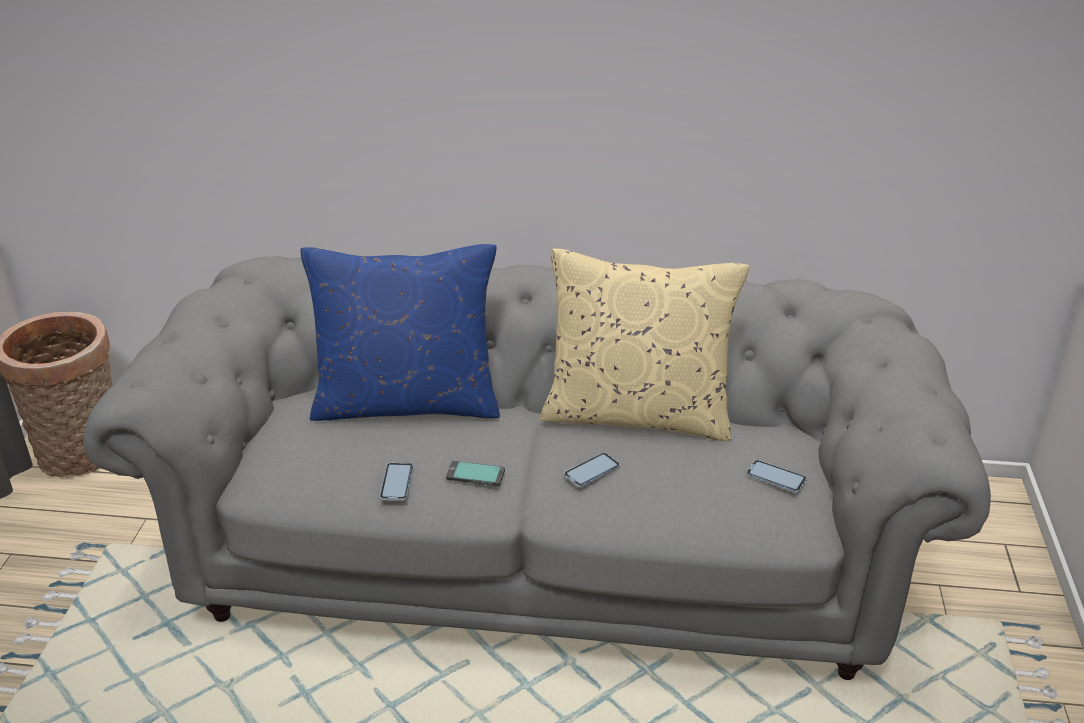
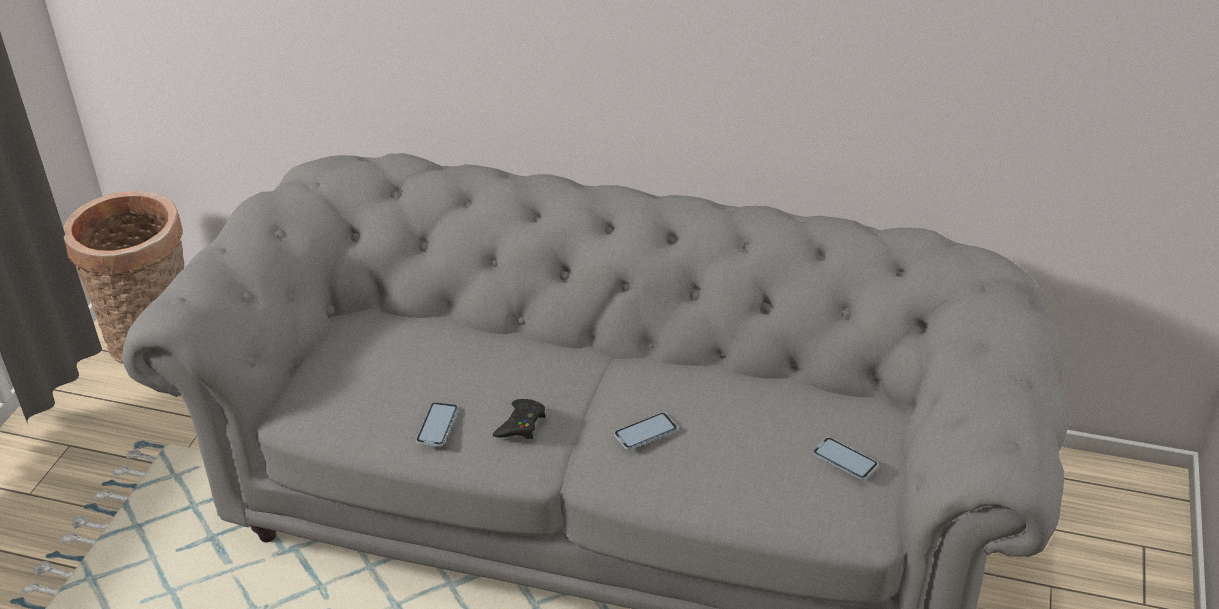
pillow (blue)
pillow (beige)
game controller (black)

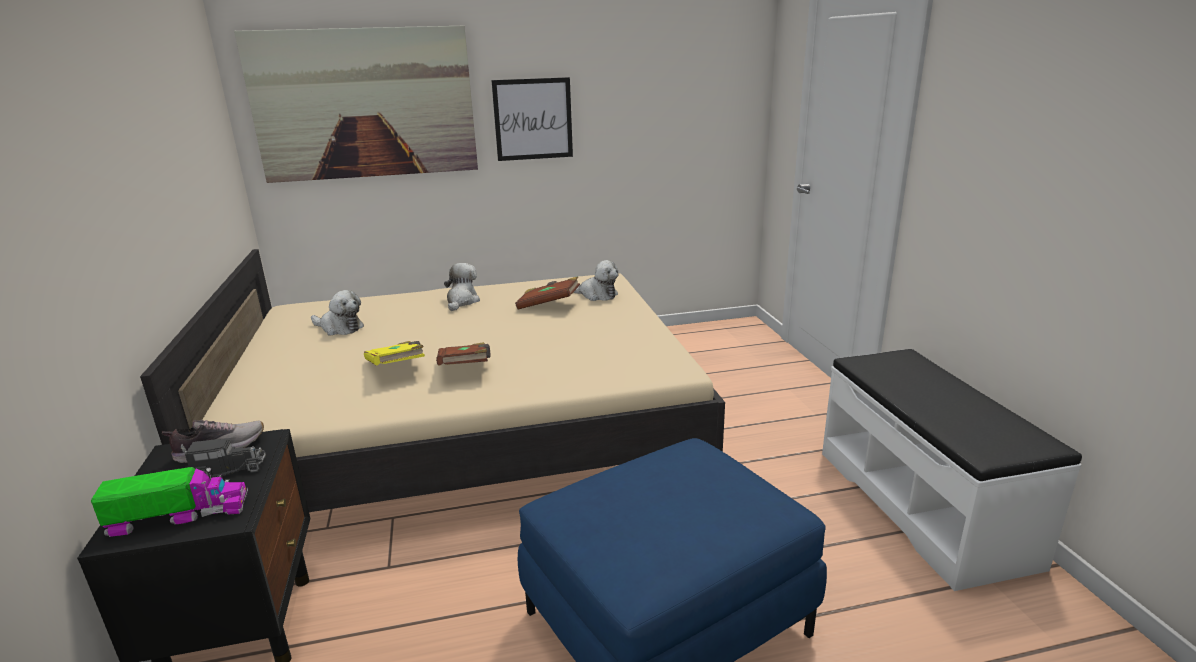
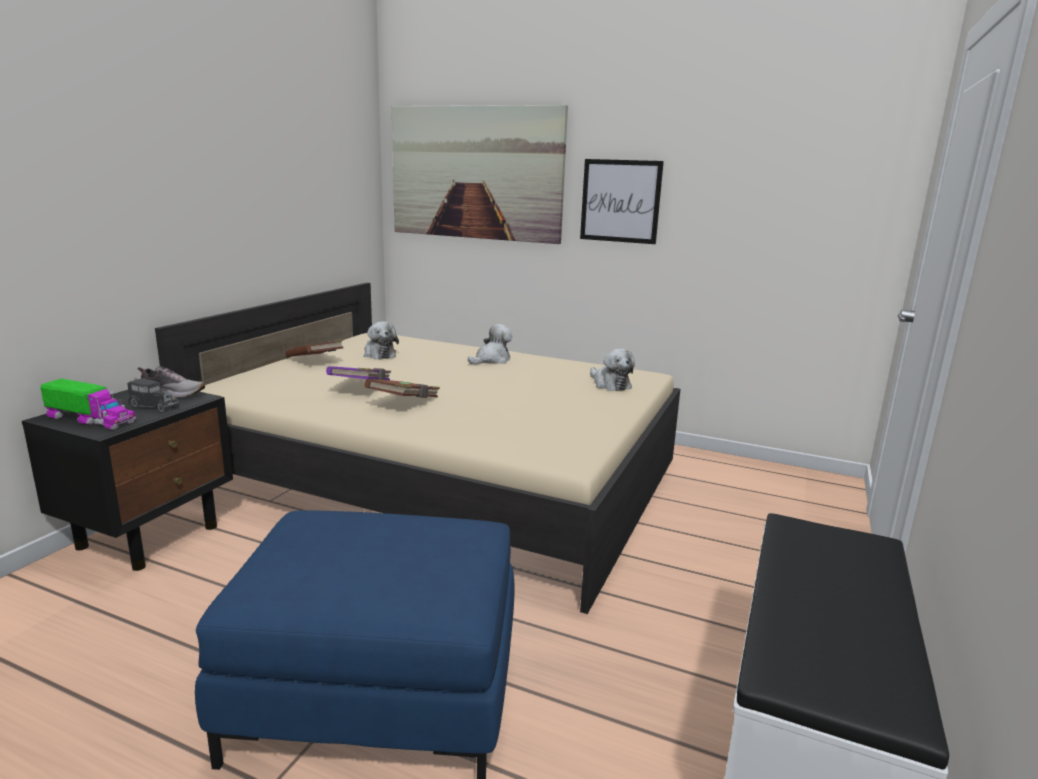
book (brown) (no. 1 from left)
book (purple)

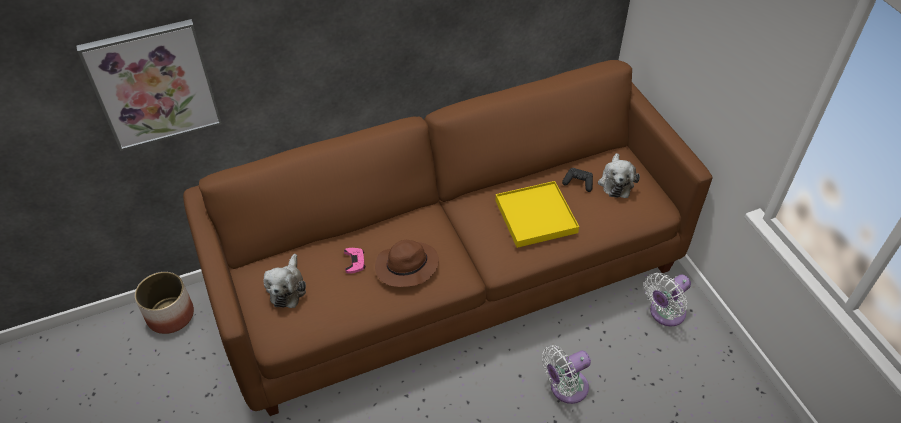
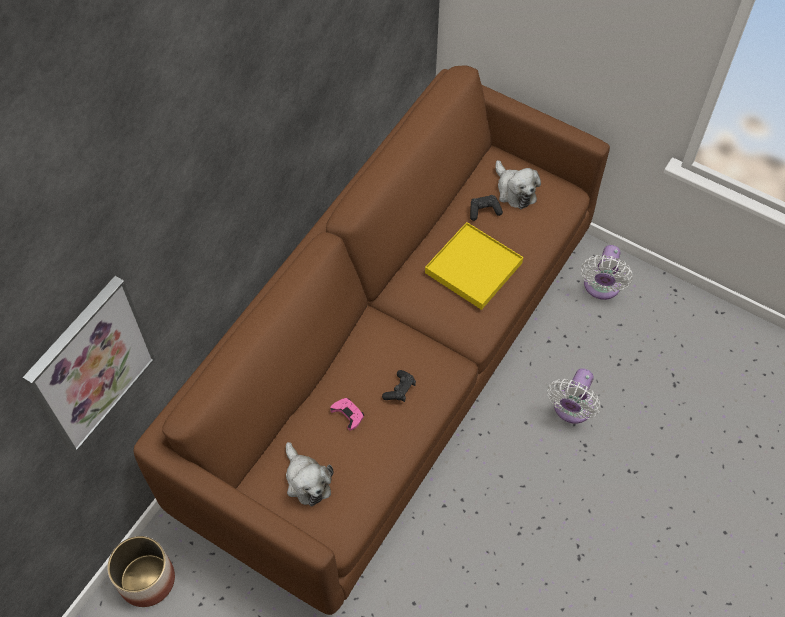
game controller (black) (no. 1 from left)

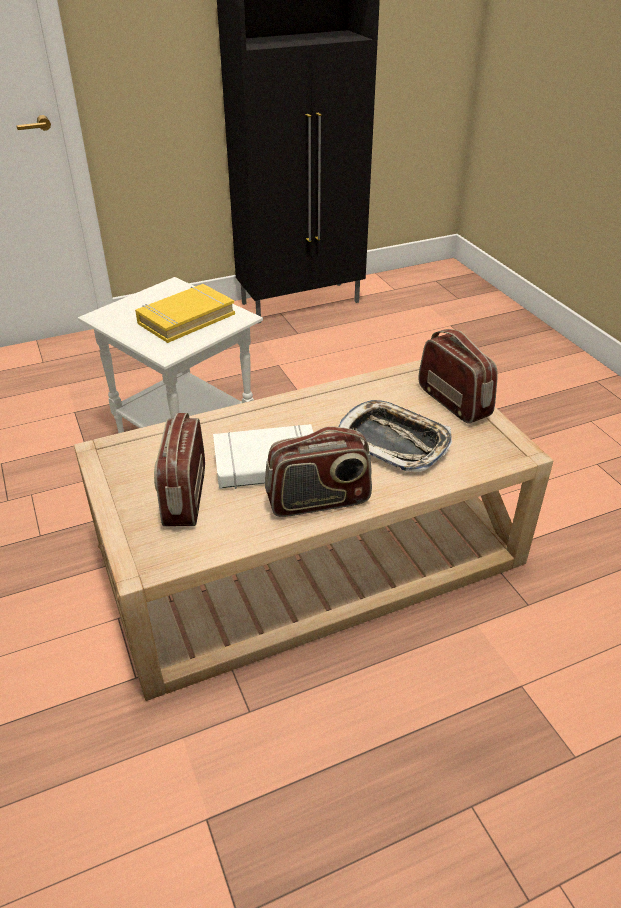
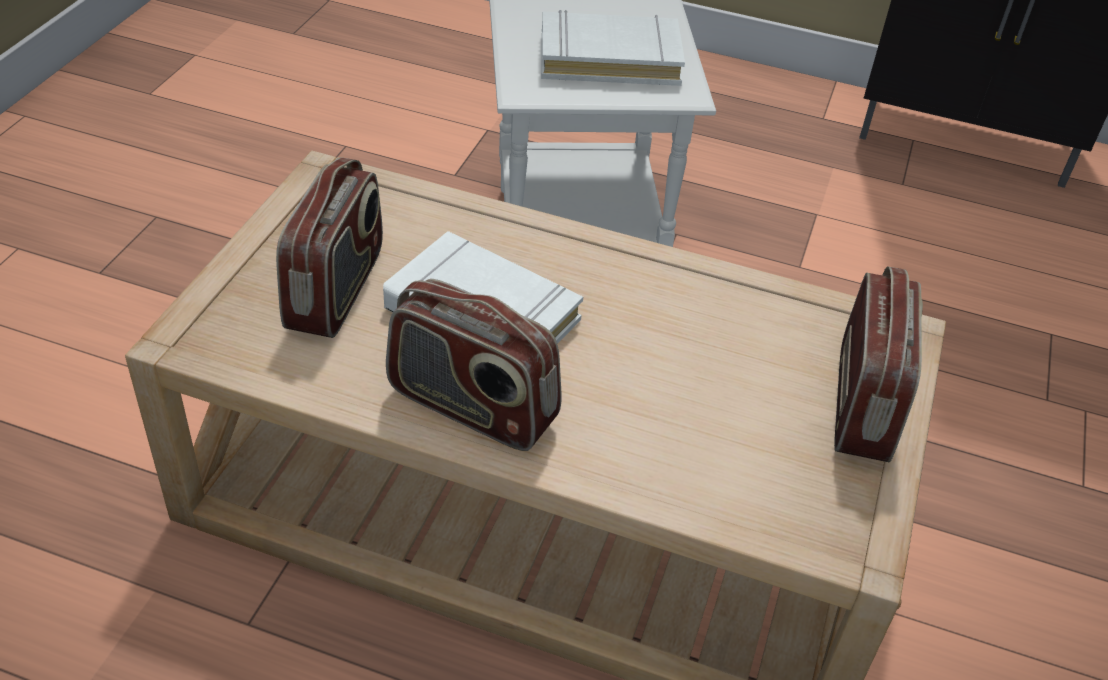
tray
book (white) (no. 2 from left)
radio (no. 1 from left)

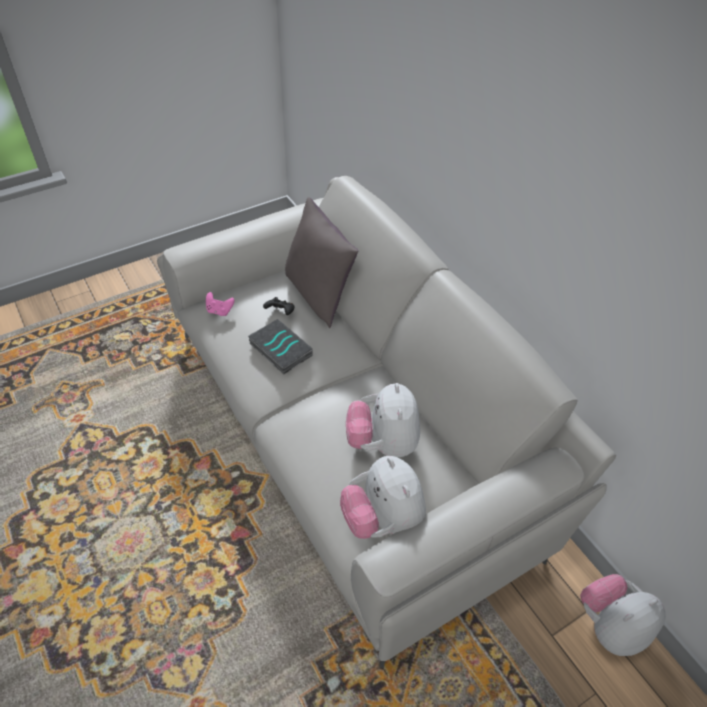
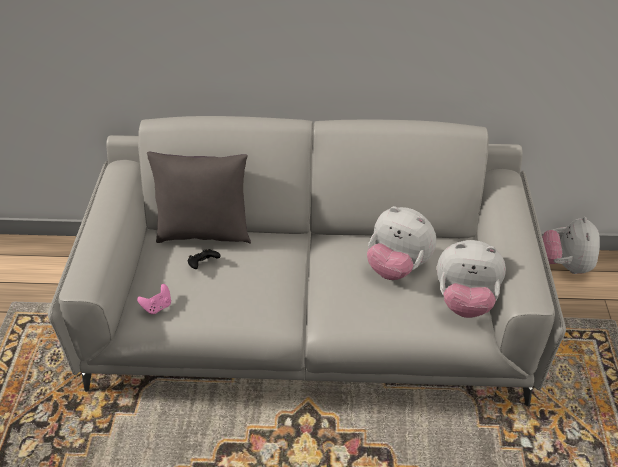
book

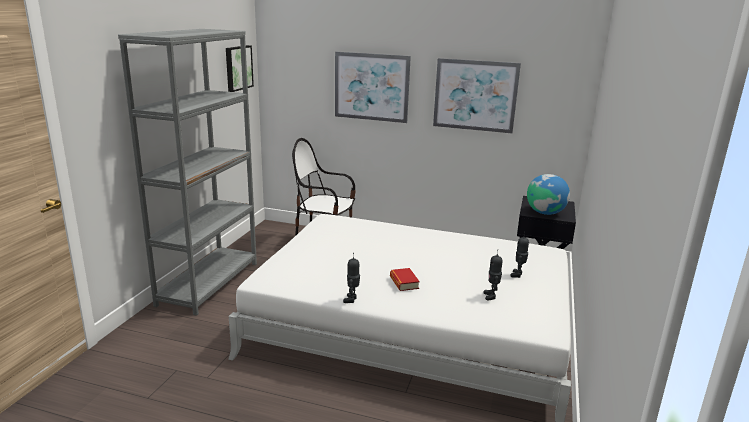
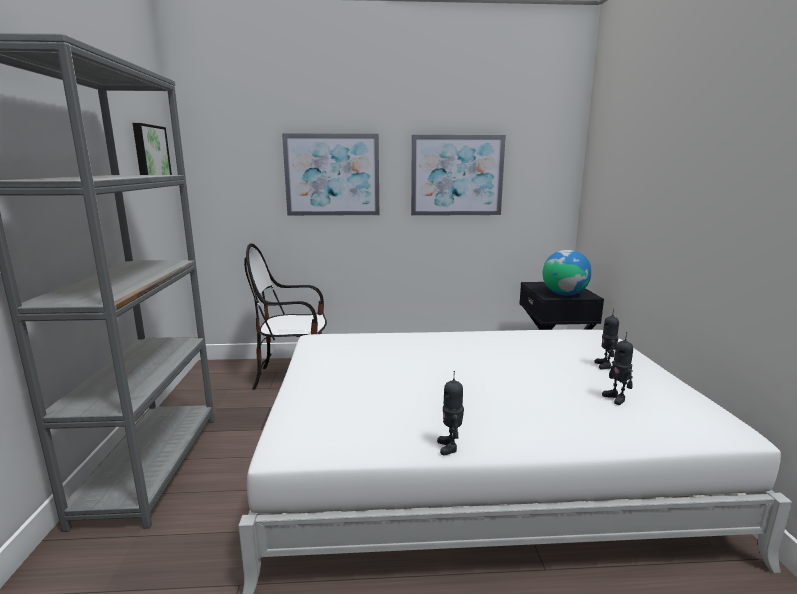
book

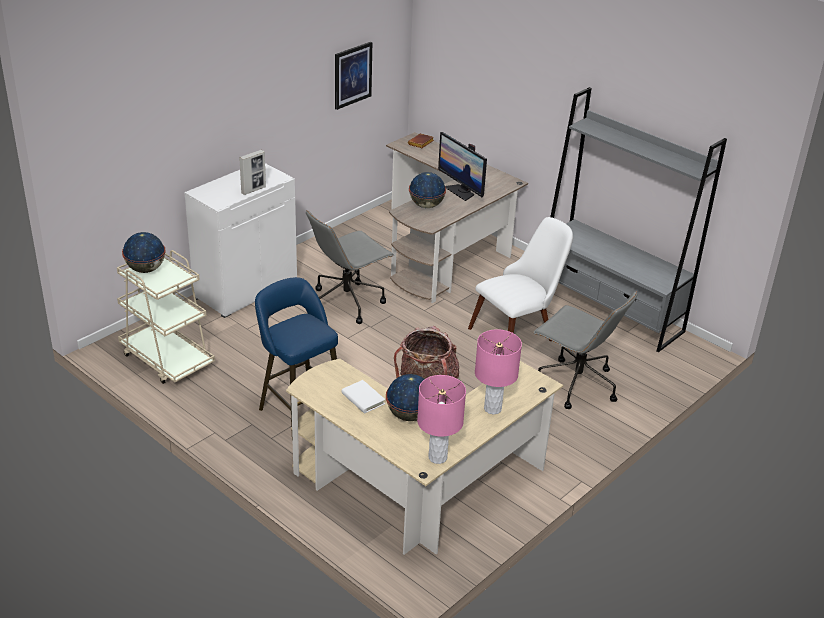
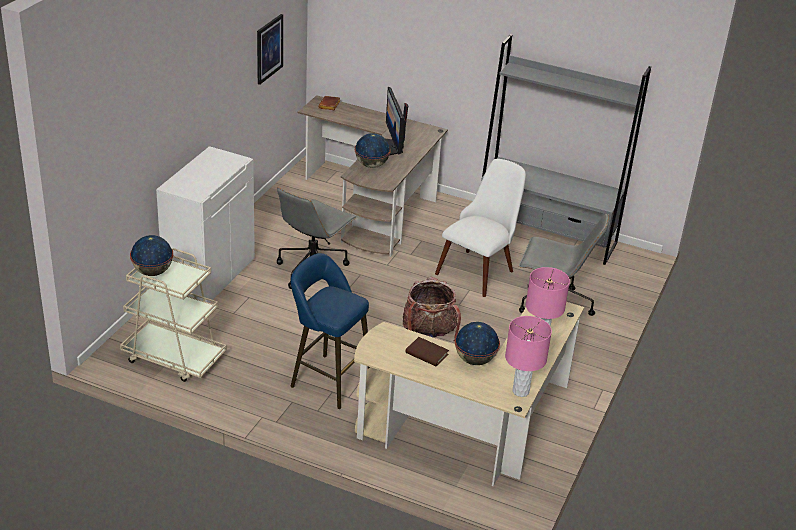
picture frame
book (brown) (no. 2 from left)
monitor

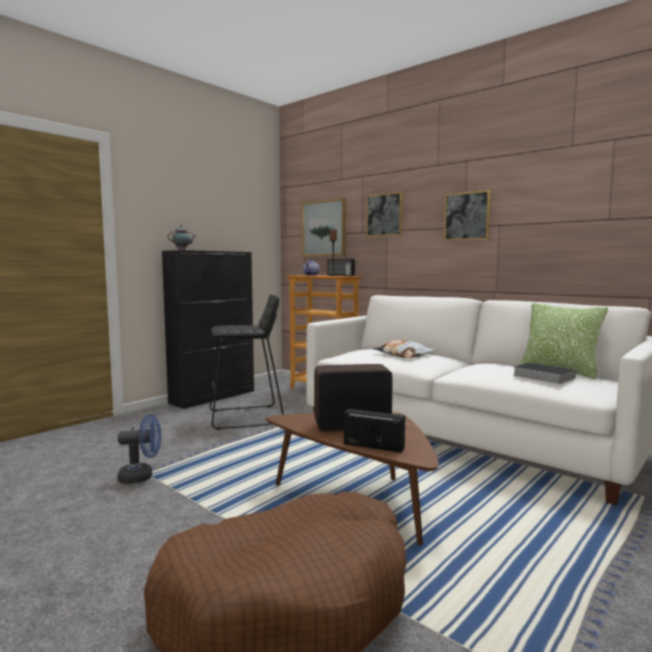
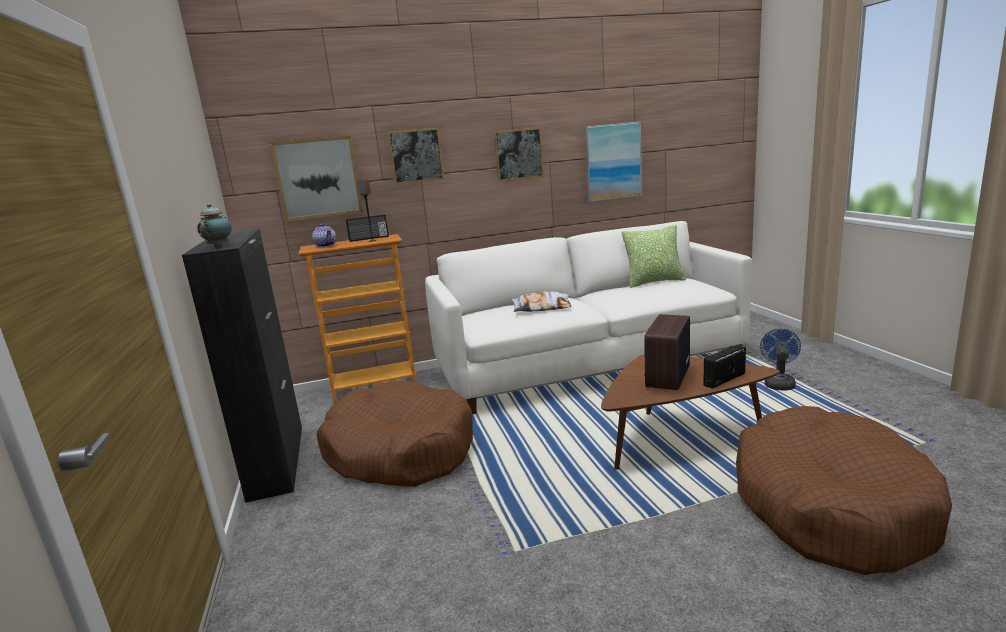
book
picture (no. 4 from left)
fan (blue)
dog bed (brown) (no. 1 from left)

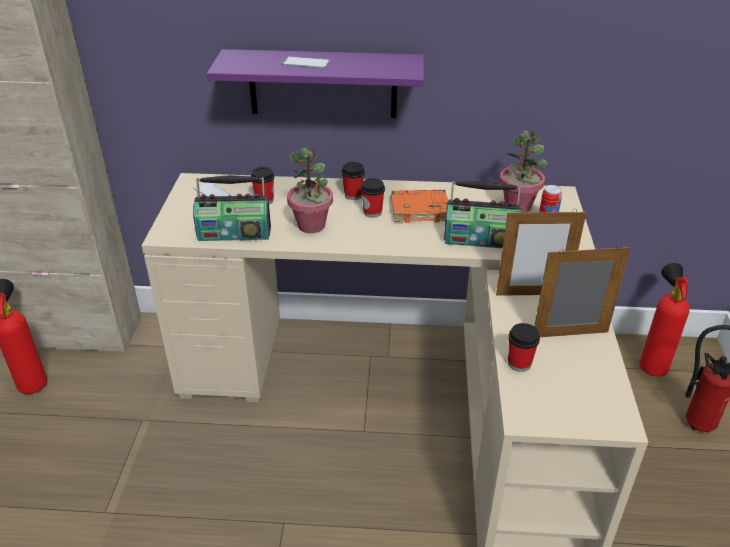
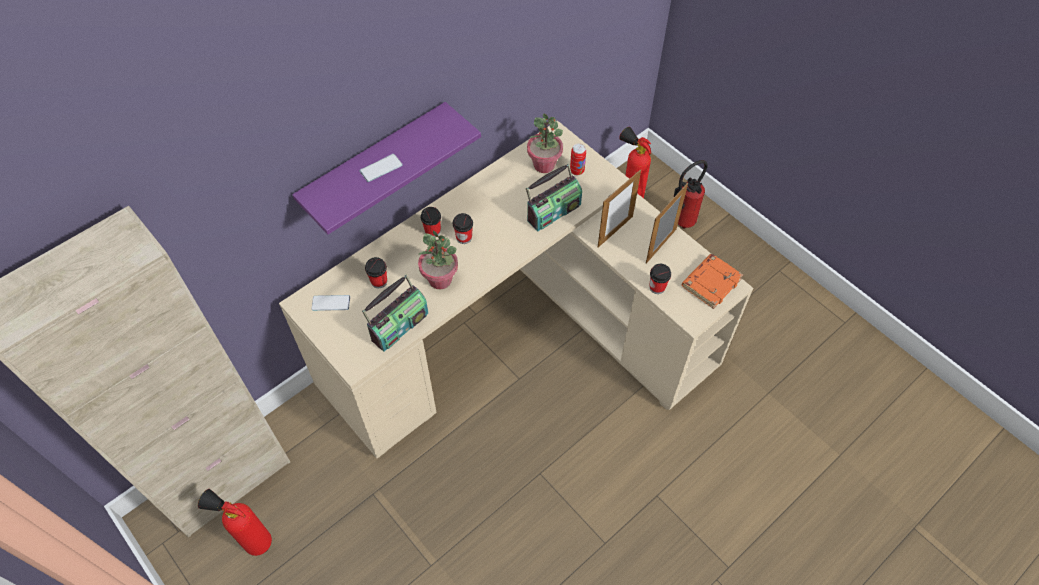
book (orange)

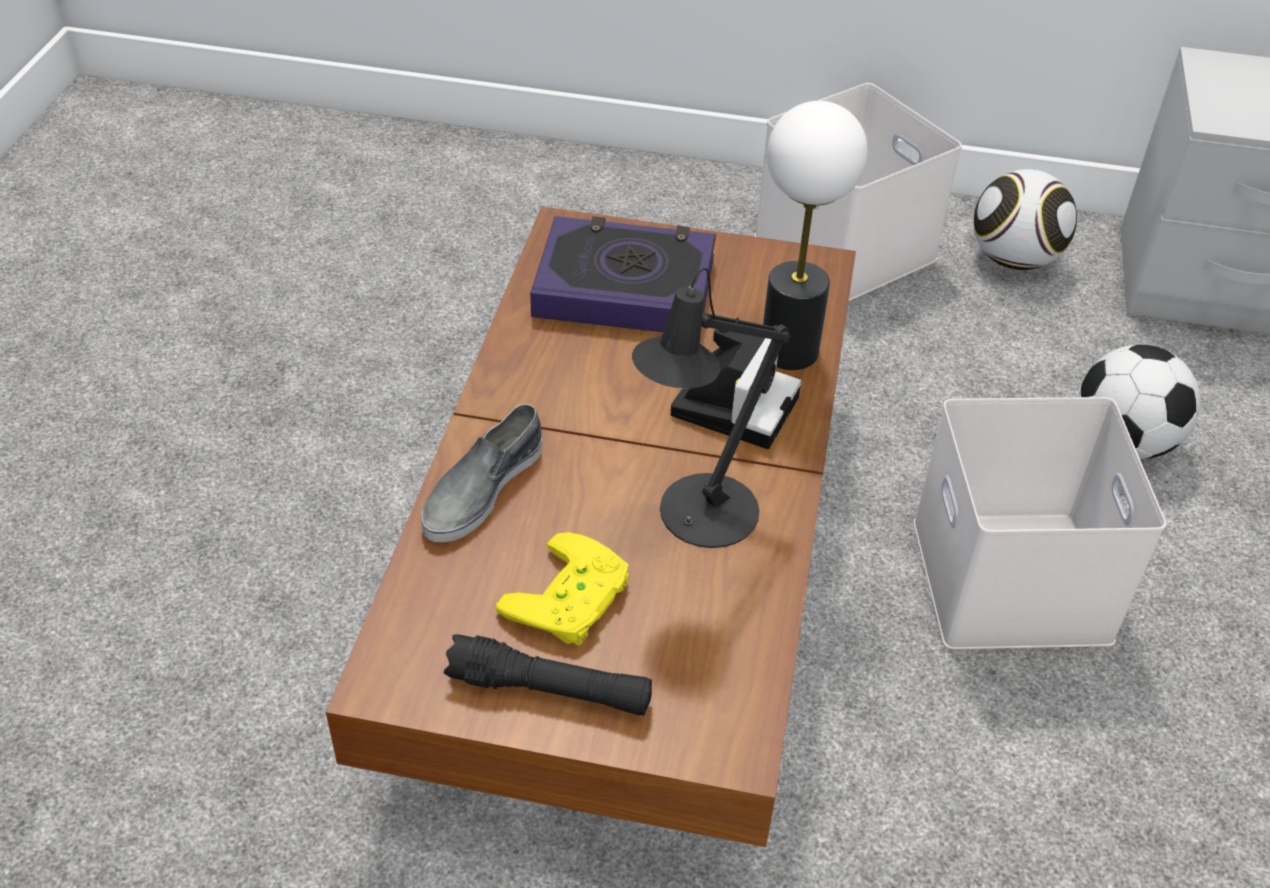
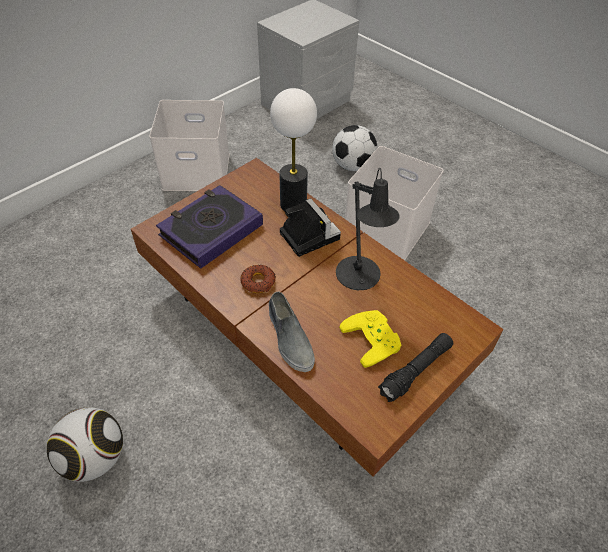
donut
football (no. 1 from left)

